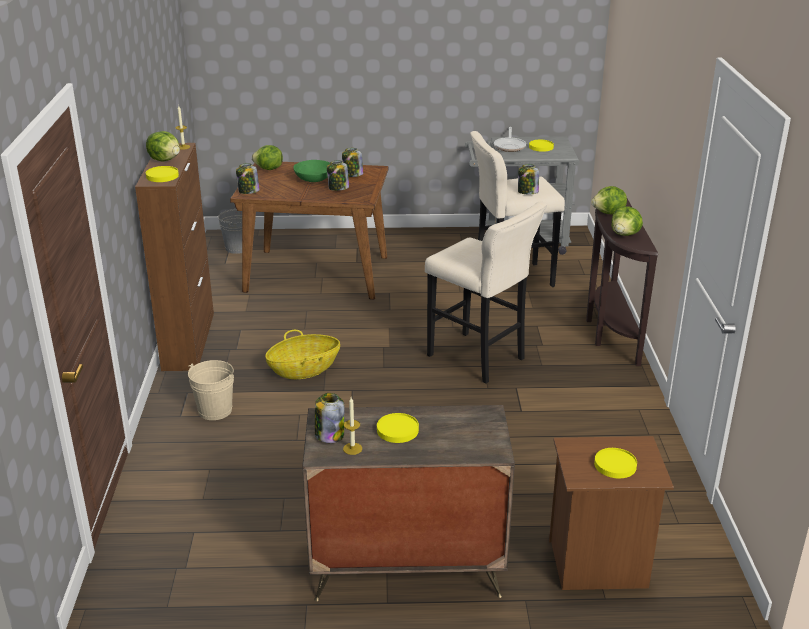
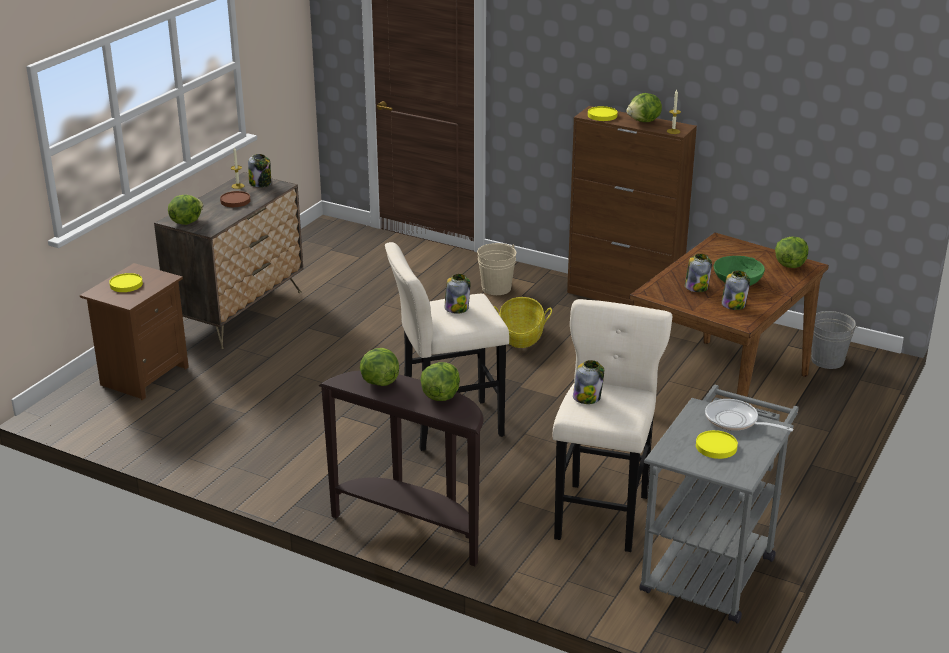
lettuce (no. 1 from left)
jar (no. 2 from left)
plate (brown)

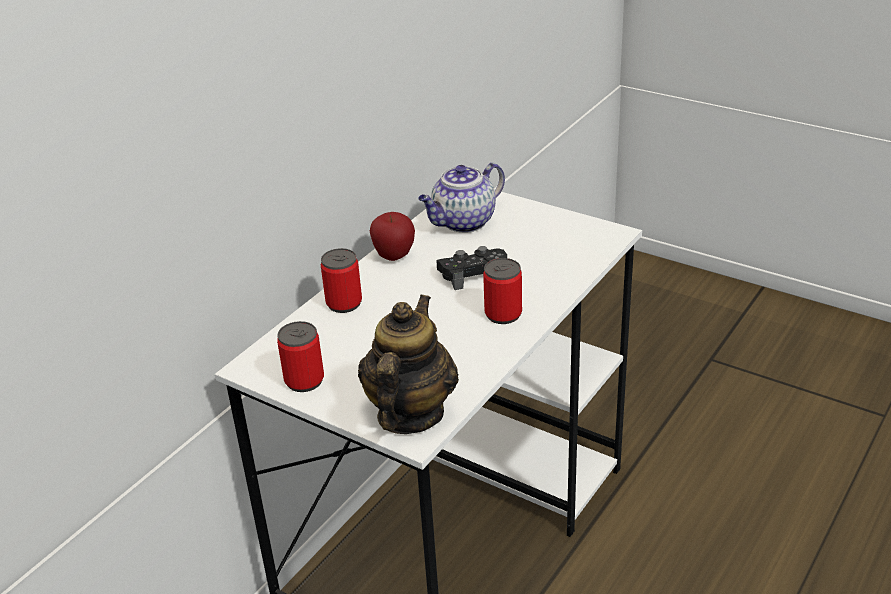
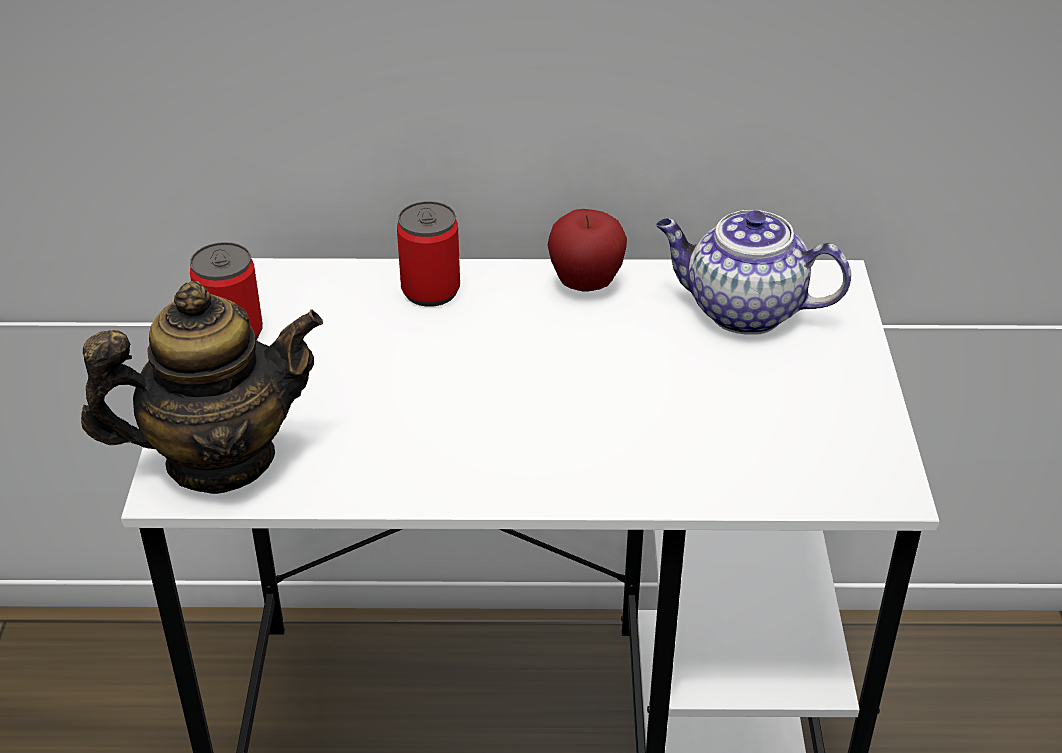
game controller (black)
can (no. 3 from left in the first image)

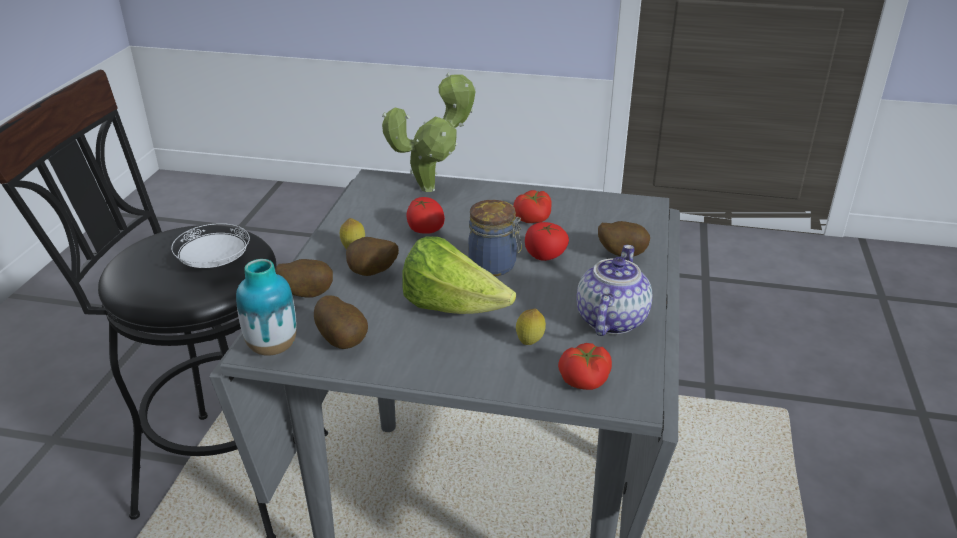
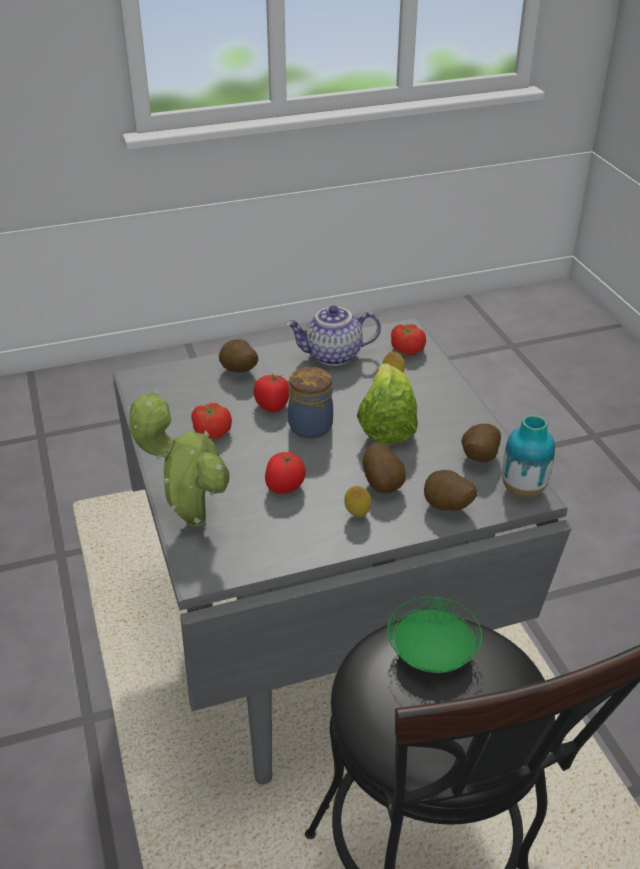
plate (green)

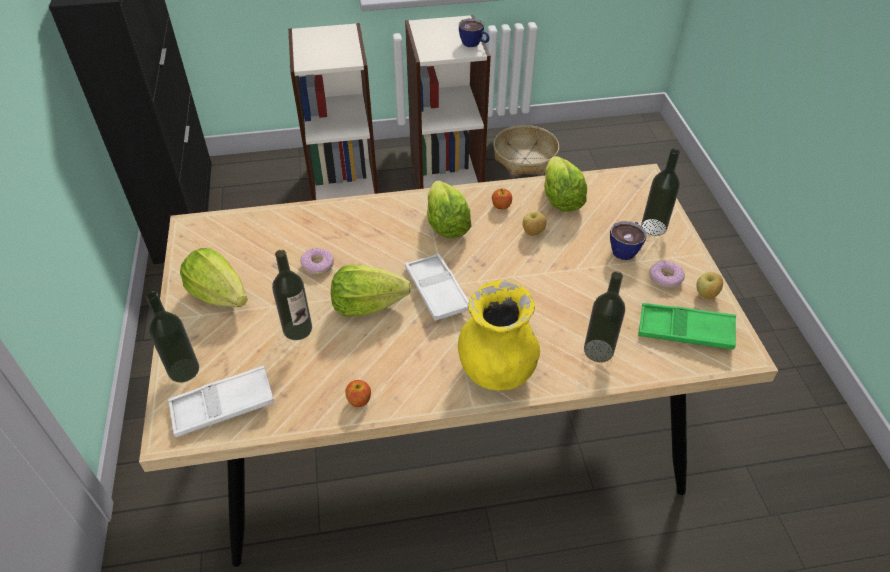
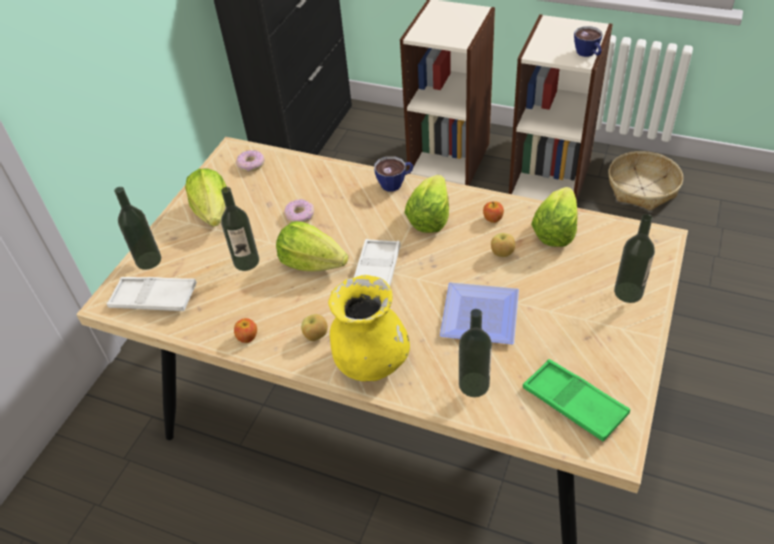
plate
cup (no. 1 from left)
donut (no. 1 from left)
apple (no. 2 from left)

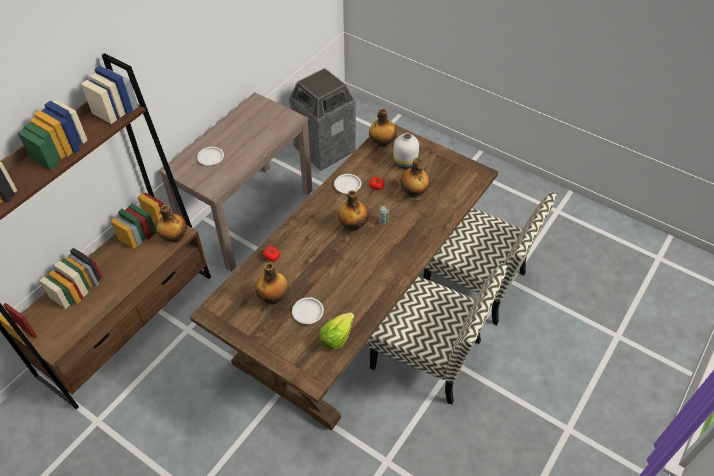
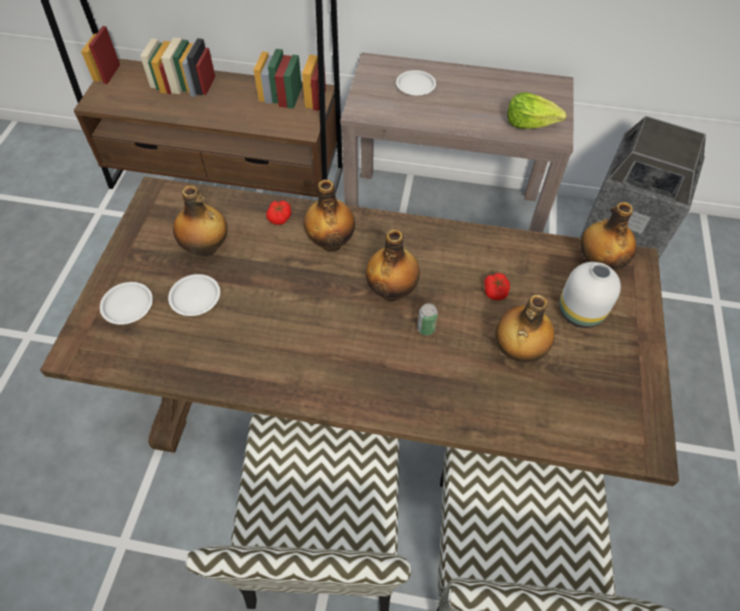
bottle (no. 2 from left)
lettuce
plate (white) (no. 1 from left)

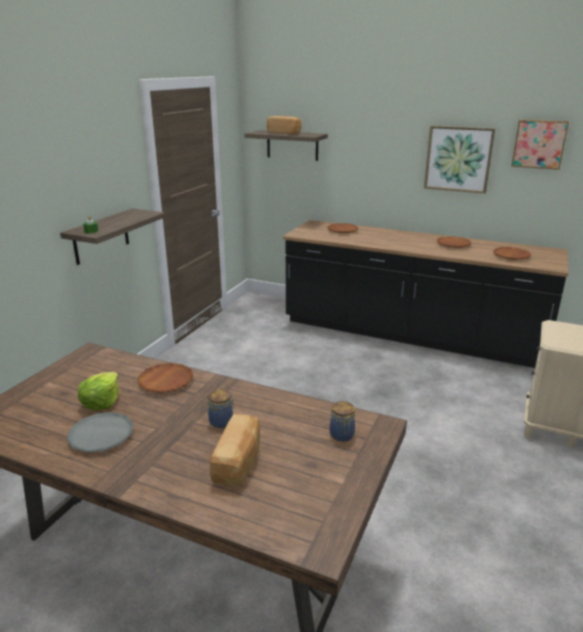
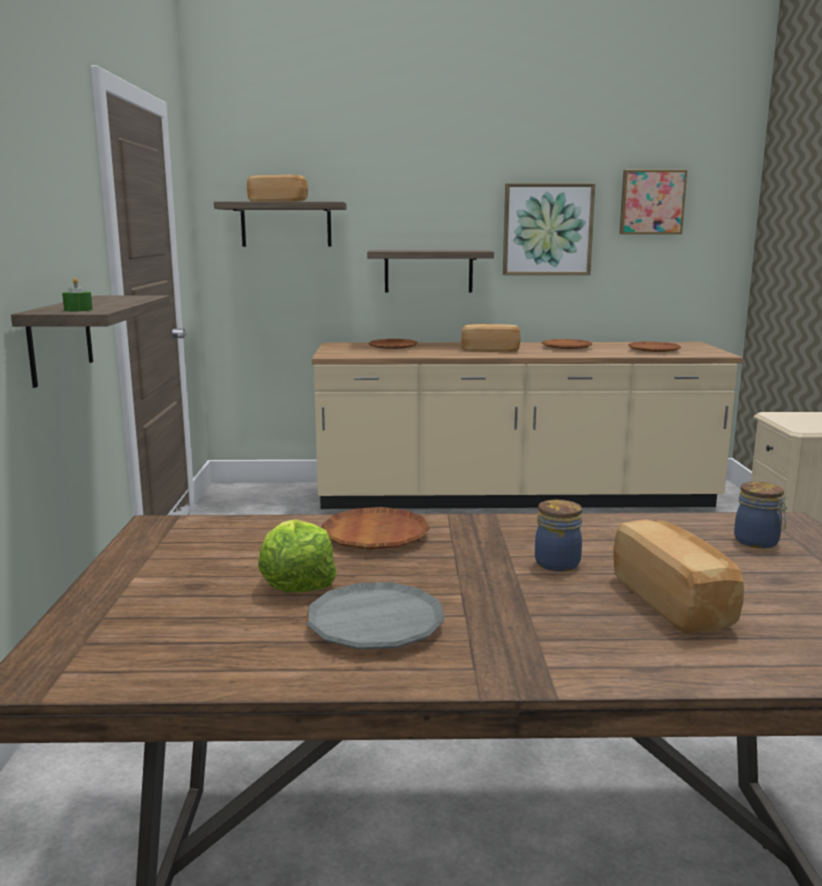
shelf (no. 3 from left)
bread (no. 2 from left)
counter (beige)

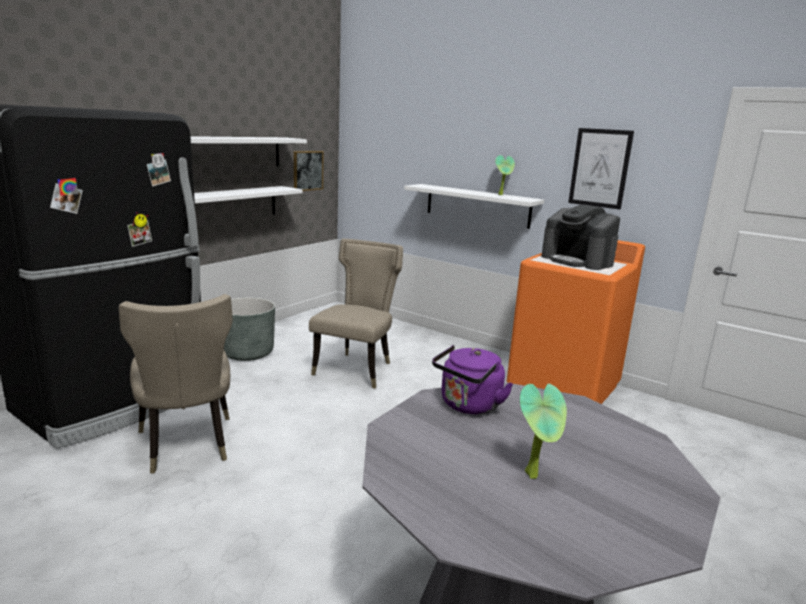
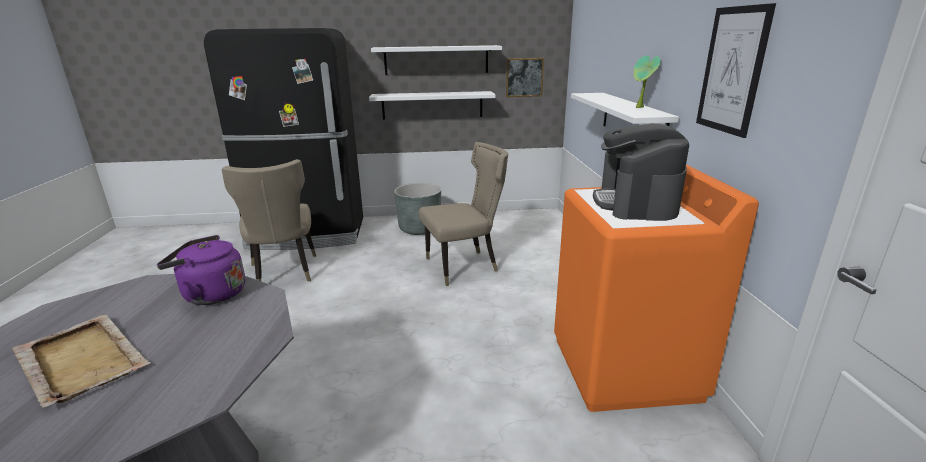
tray (beige)
chair (beige) (no. 1 from left)

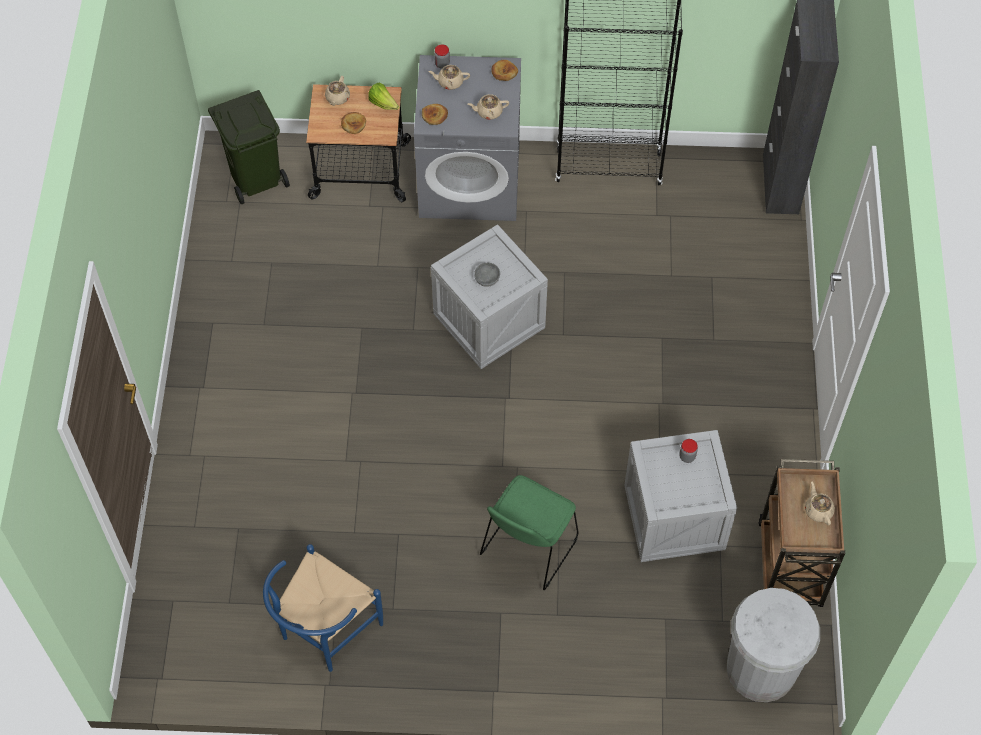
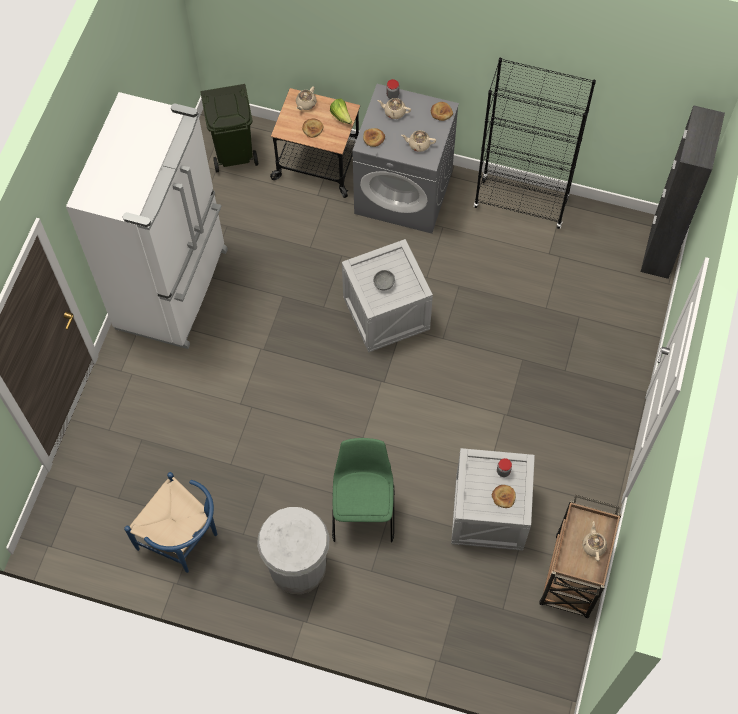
fridge (white)
bread (no. 4 from left)
trash can (white)
chair (blue)
chair (green)

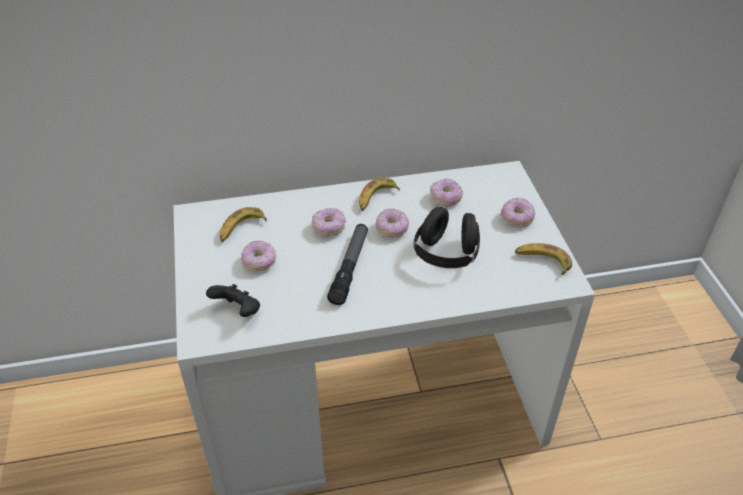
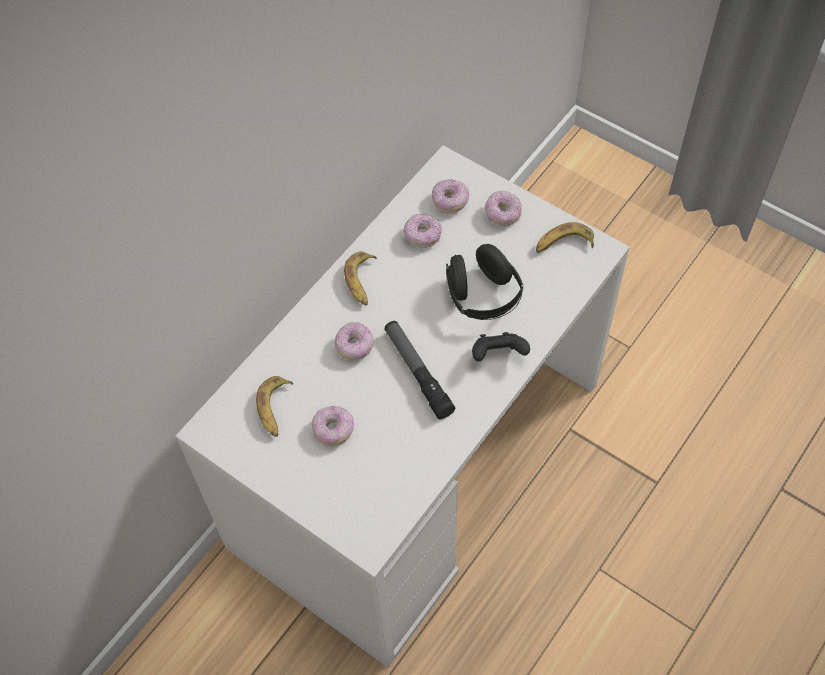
game controller (black)
donut (no. 4 from left)

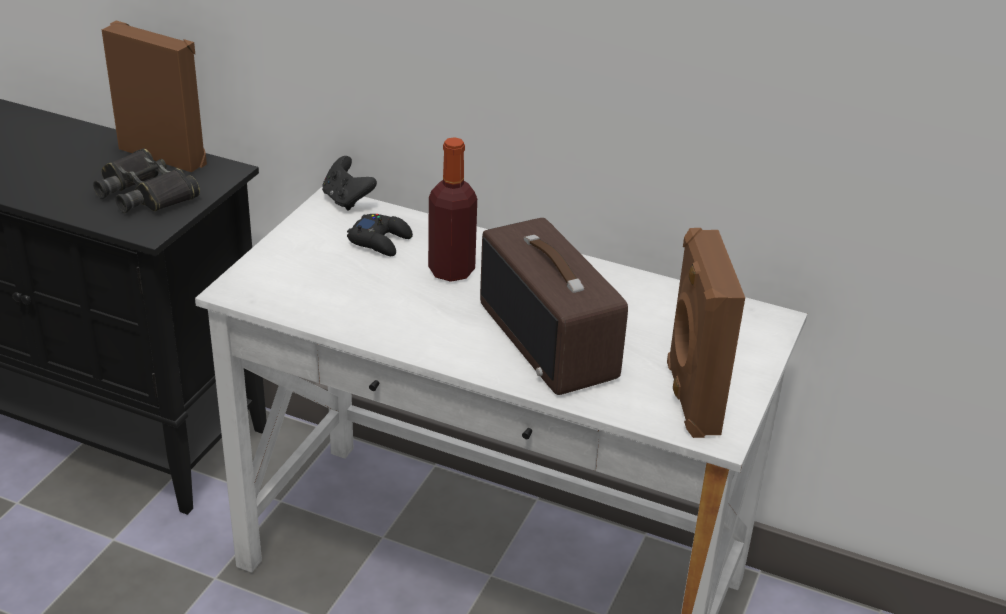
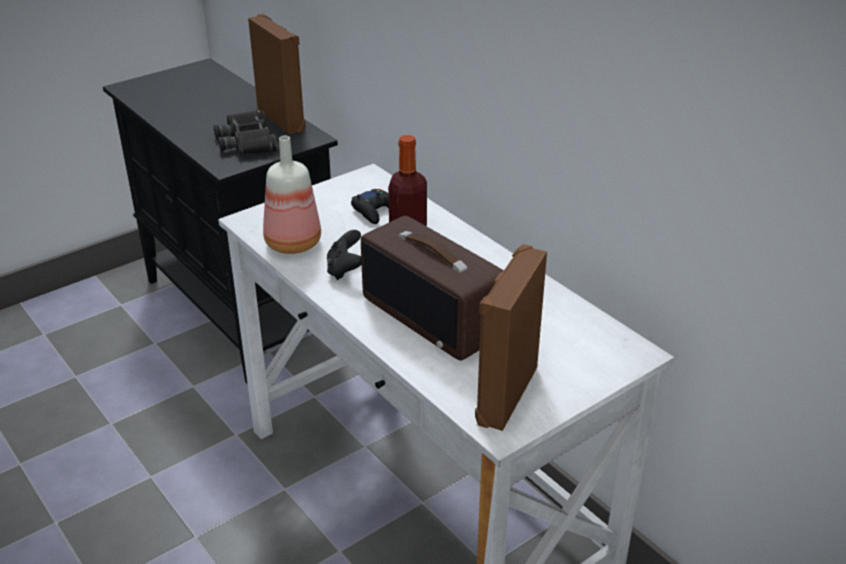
bottle (no. 1 from left)
game controller (black) (no. 1 from left)
radio

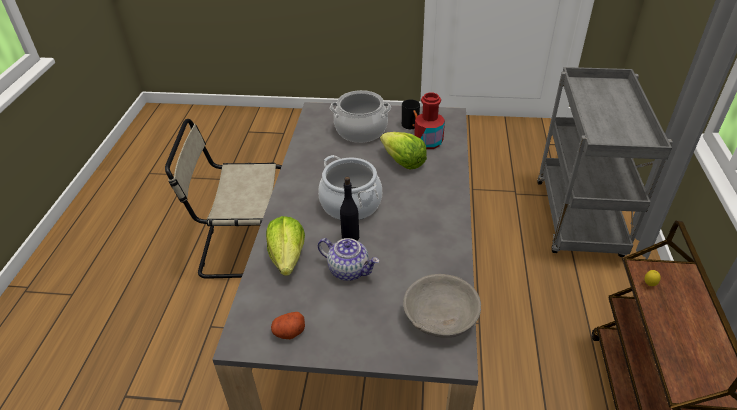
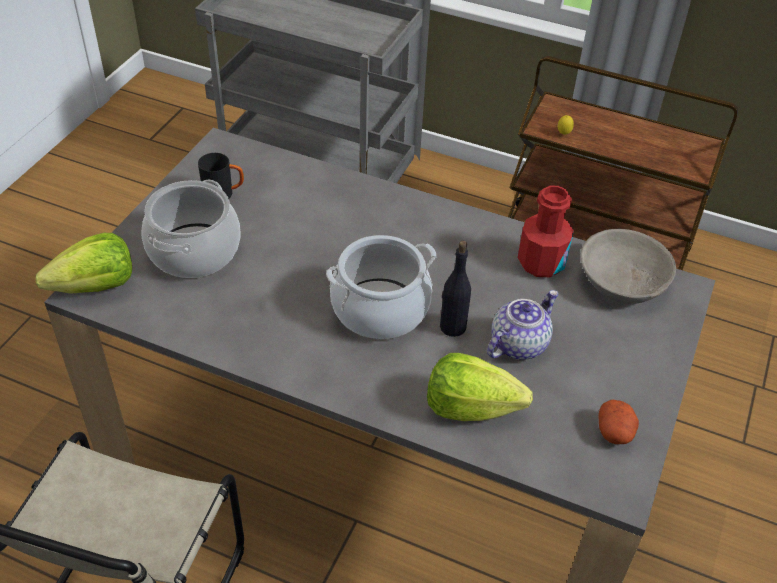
lettuce (no. 1 from left)
bottle (red)

